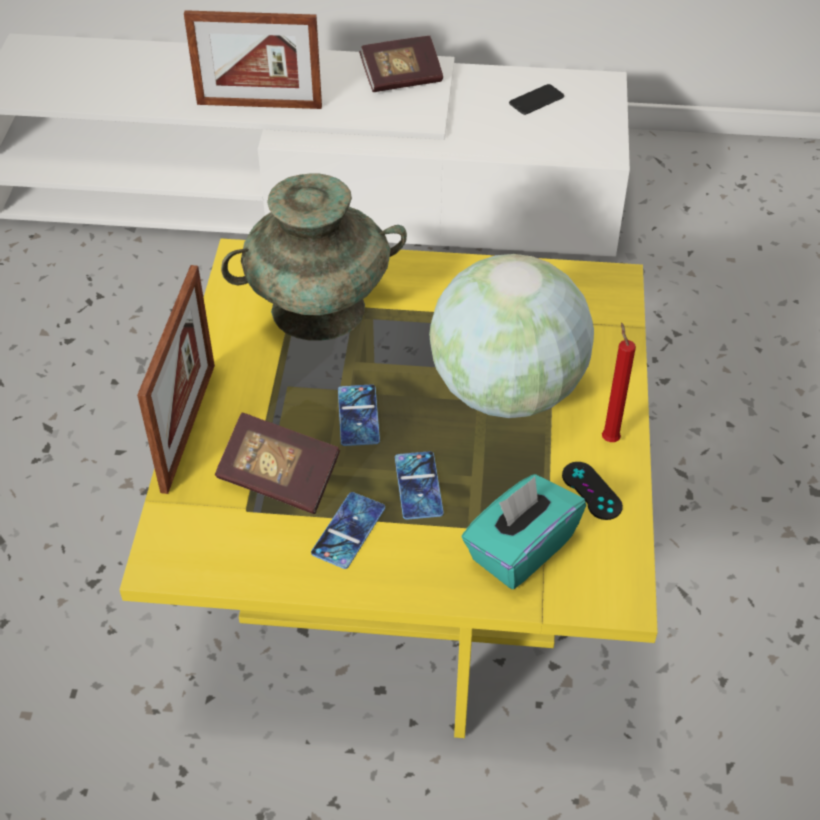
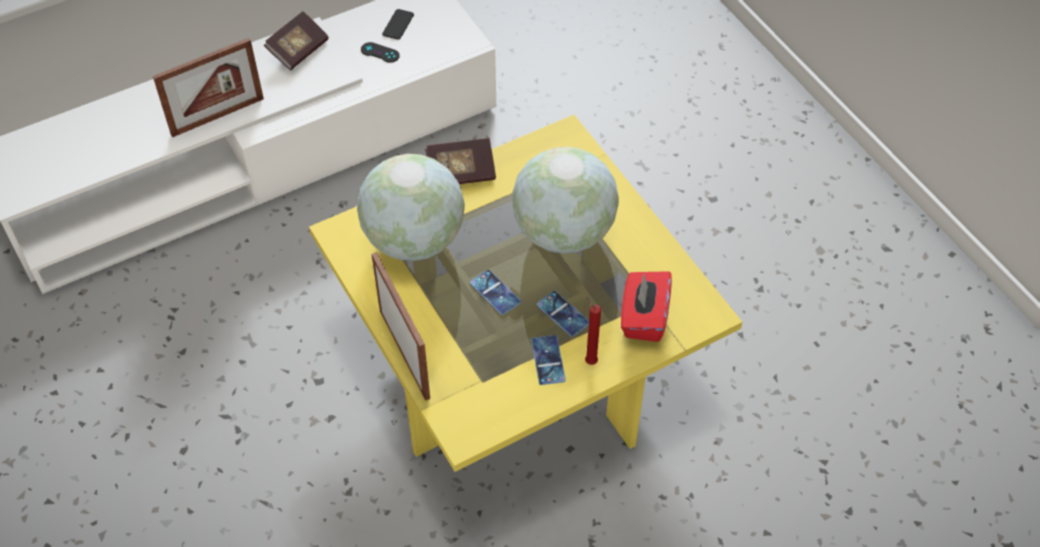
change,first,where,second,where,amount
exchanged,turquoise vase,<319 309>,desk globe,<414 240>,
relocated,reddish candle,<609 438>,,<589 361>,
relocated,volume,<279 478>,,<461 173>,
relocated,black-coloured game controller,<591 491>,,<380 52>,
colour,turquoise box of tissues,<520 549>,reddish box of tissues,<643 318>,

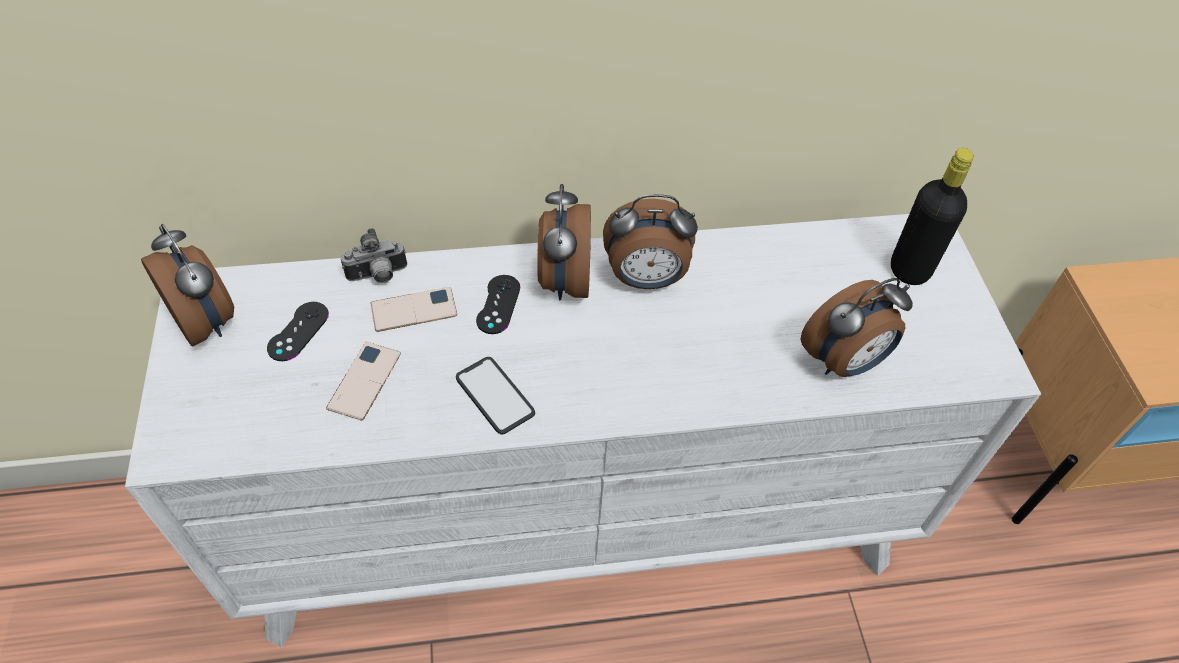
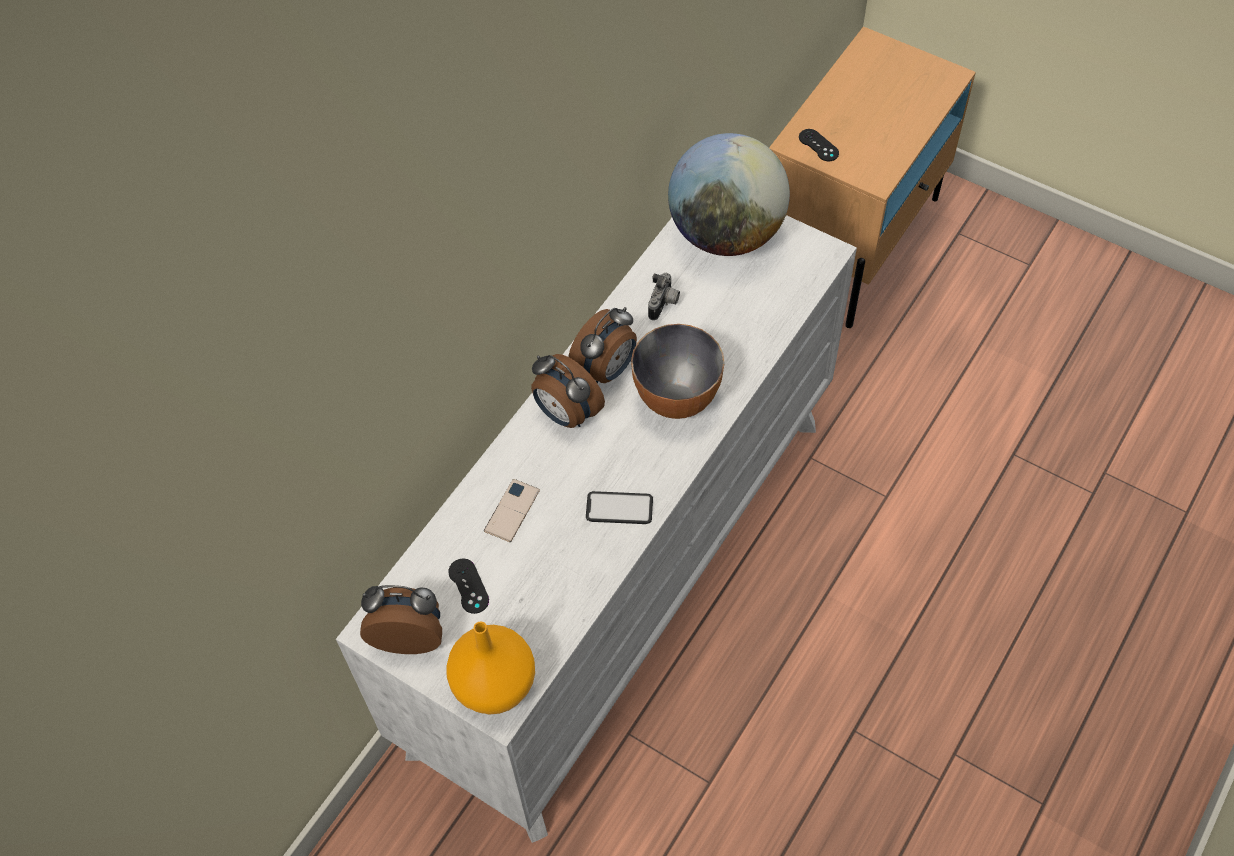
change,first,where,second,where,amount
exchanged,black-coloured beverage bottle,<910 269>,desk globe,<726 233>,
relocated,still camera,<378 276>,,<664 304>,
relocated,black-coloured game controller,<498 304>,,<818 145>,
missing,bedside clock,<844 362>,,,
missing,handset,<364 381>,,,
appeared,,,bowl,<676 398>,
appeared,,,orangey vase,<494 687>,

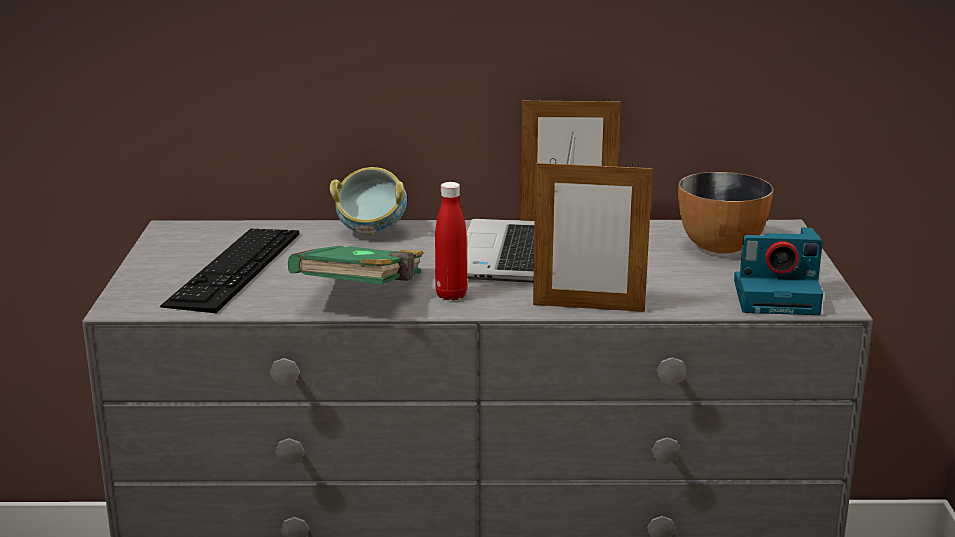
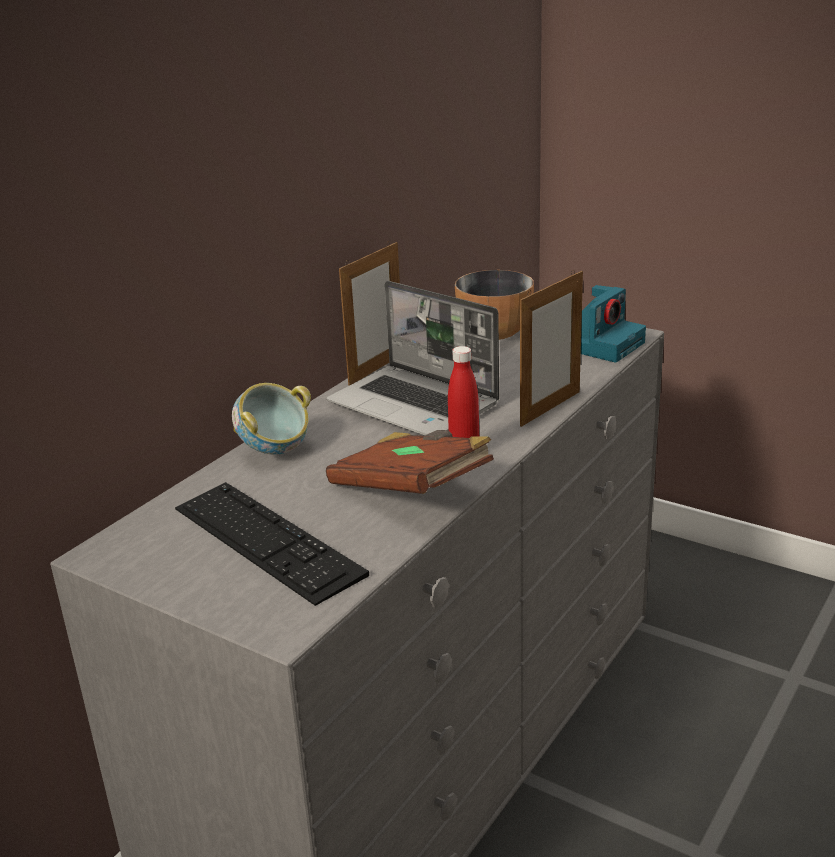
change,first,where,second,where,amount
colour,green-coloured volume,<363 293>,brown volume,<411 489>,

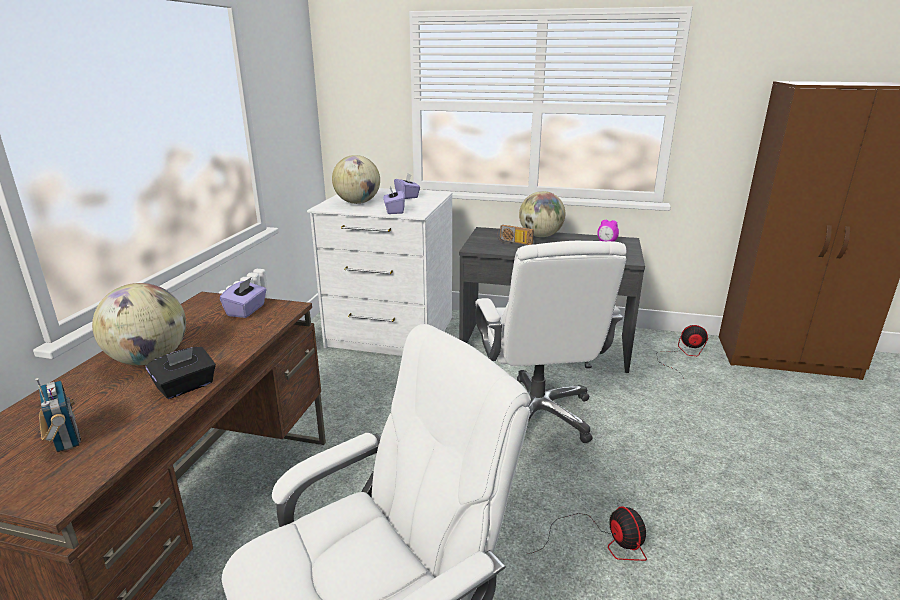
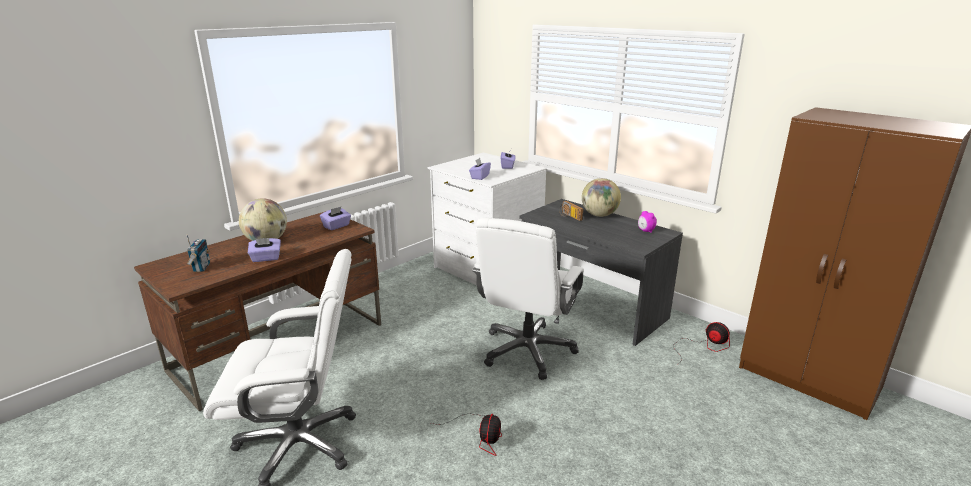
change,first,where,second,where,amount
missing,desk globe,<358 203>,,,
colour,black-coloured box of tissues,<186 387>,purple-coloured box of tissues,<266 258>,

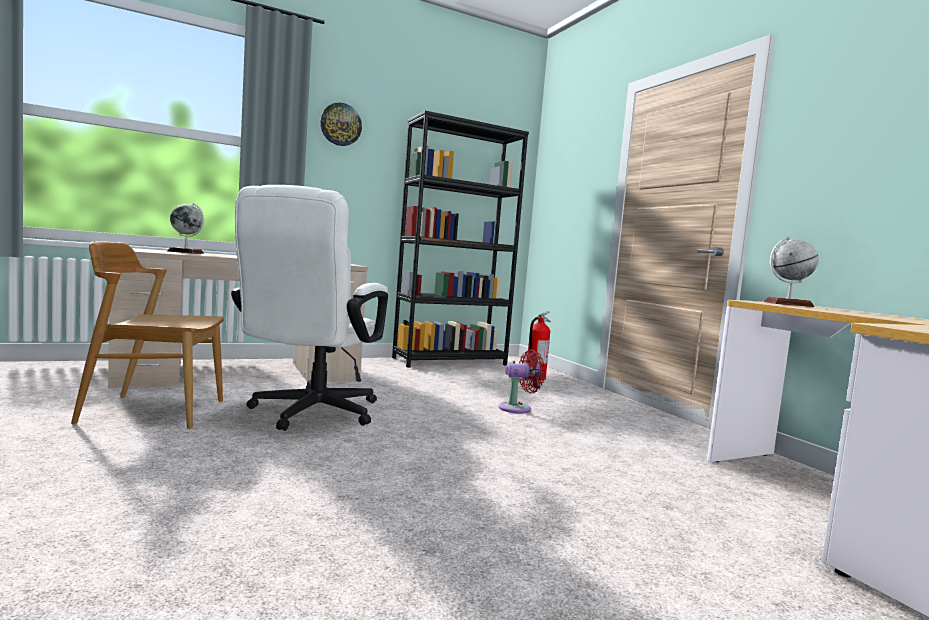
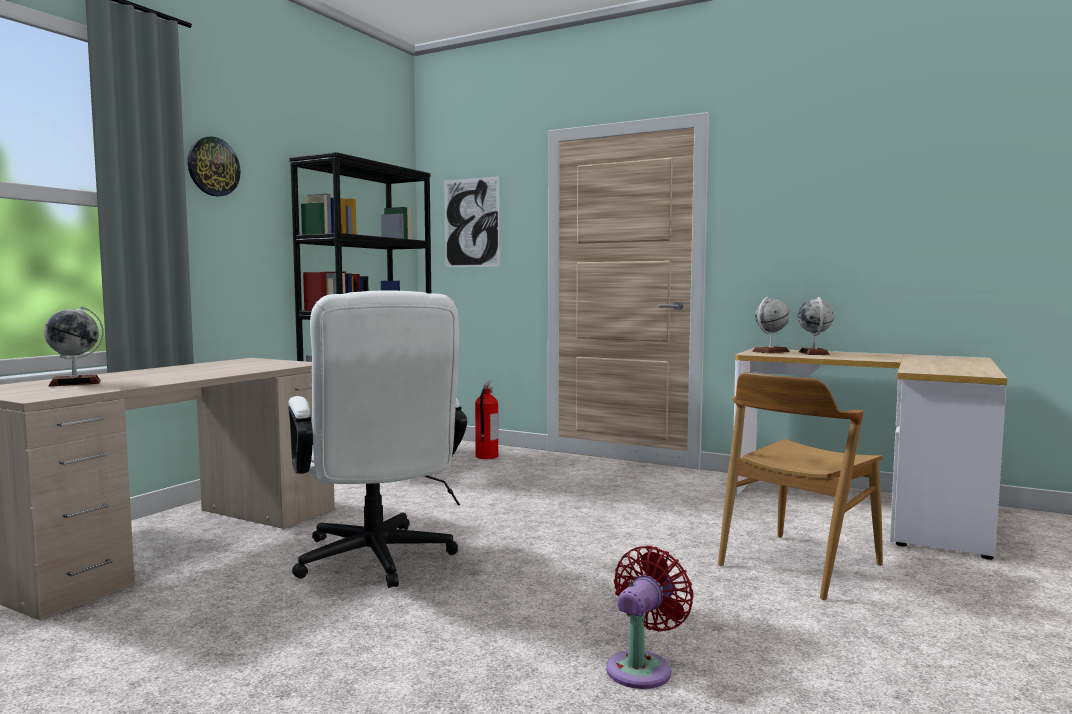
change,first,where,second,where,amount
relocated,brown chair,<153 411>,,<798 565>,
relocated,reddish electric fan,<518 408>,,<642 667>,
appeared,,,wall picture,<471 223>,
appeared,,,desk globe,<814 353>,

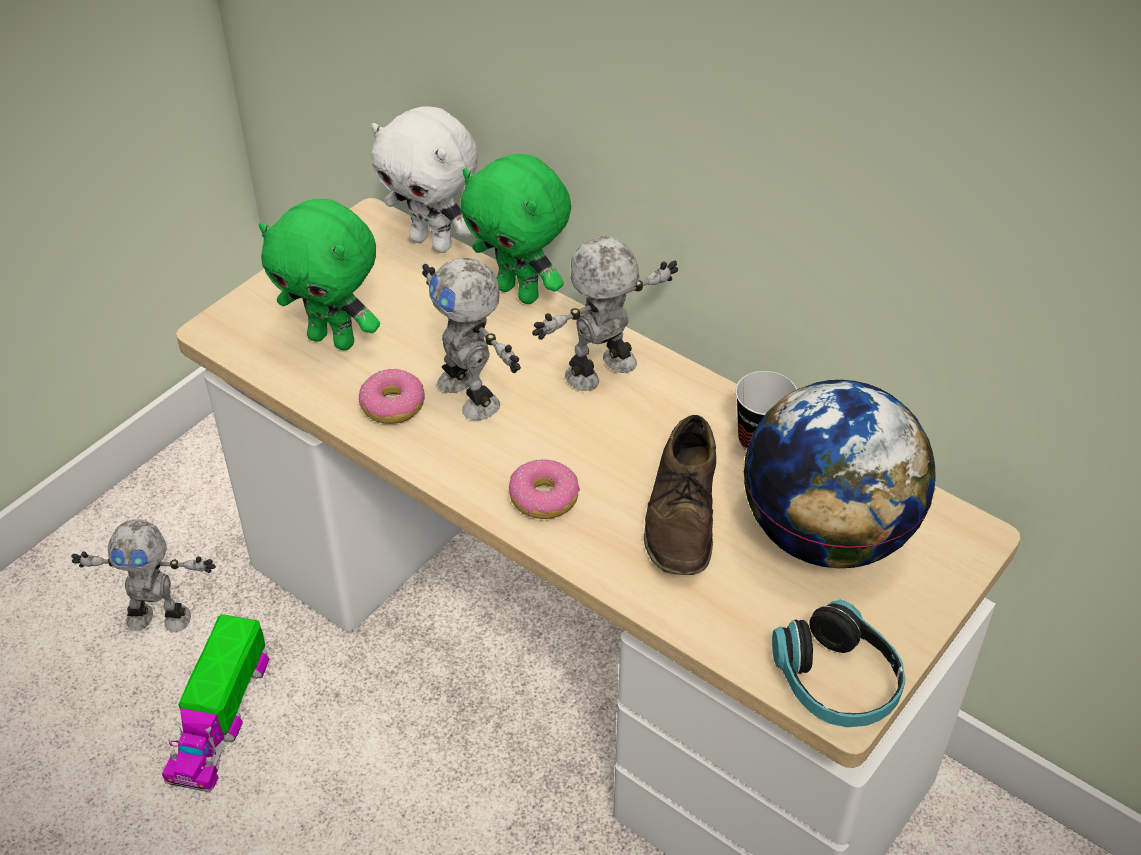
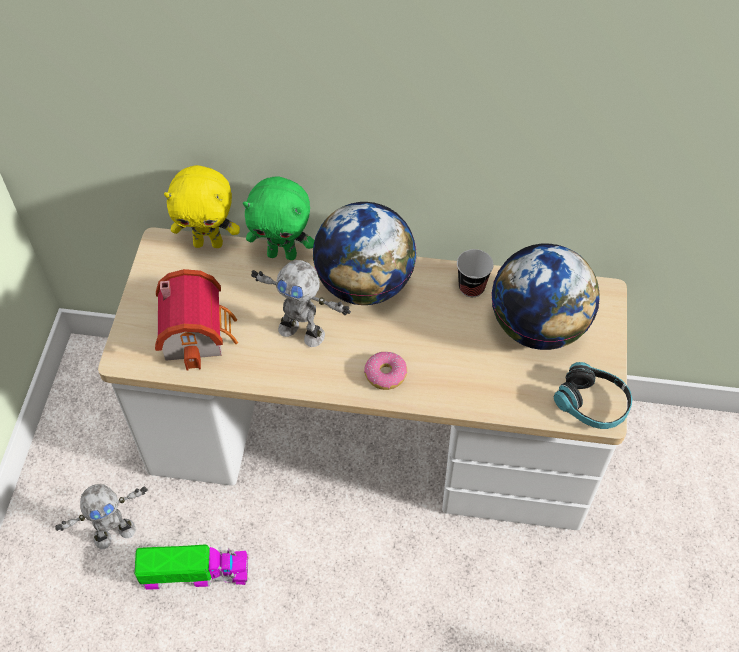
change,first,where,second,where,amount
colour,white cuddly toy,<433 242>,yellowish cuddly toy,<209 243>,
exchanged,green-coloured cuddly toy,<333 339>,miniature house,<198 332>,
exchanged,toy robot,<603 373>,desk globe,<364 284>,
missing,doughnut,<393 405>,,,
missing,brown item of footwear,<683 513>,,,
spun,model truck,<220 718>,,<195 572>,75 degrees counterclockwise

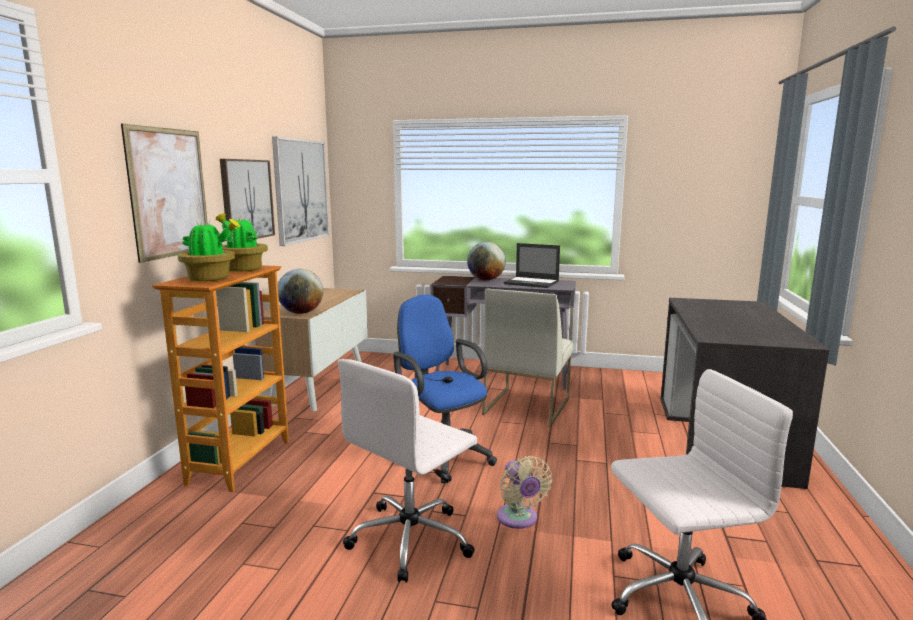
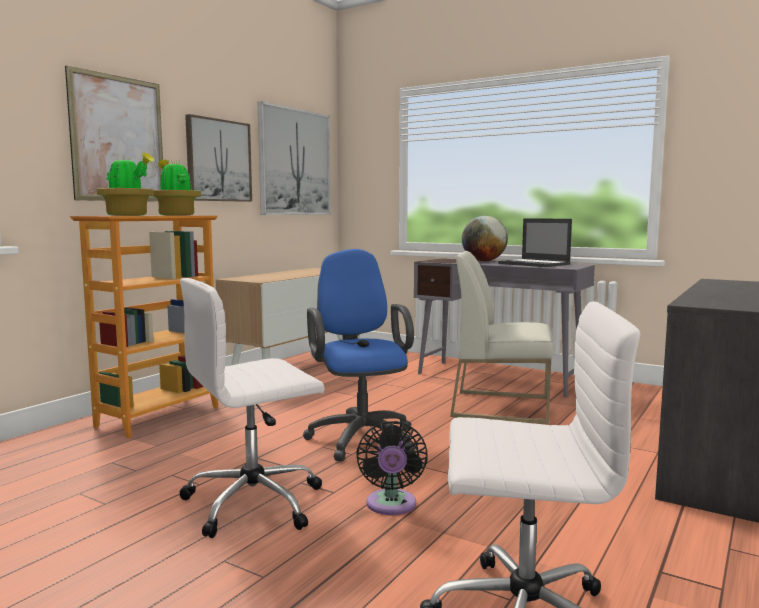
change,first,where,second,where,amount
missing,desk globe,<301 313>,,,
spun,white chair,<526 406>,,<501 407>,60 degrees clockwise
colour,beige electric fan,<519 519>,black-coloured electric fan,<391 506>,

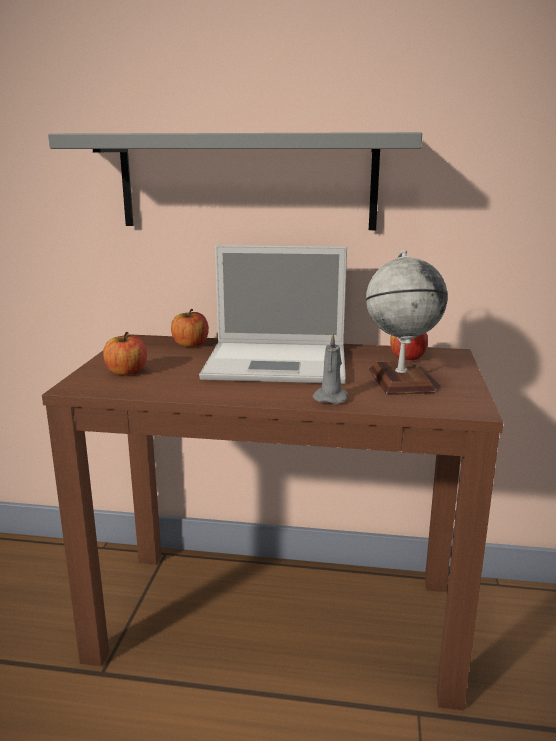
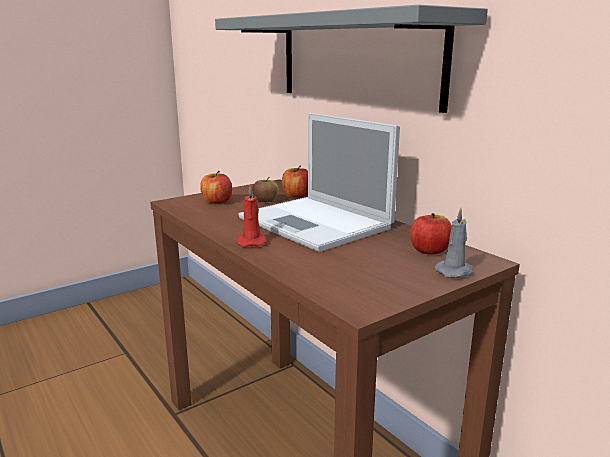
change,first,where,second,where,amount
missing,desk globe,<400 380>,,,
relocated,gray candle,<331 397>,,<455 272>,
appeared,,,apple,<265 201>,
appeared,,,reddish candle,<251 242>,

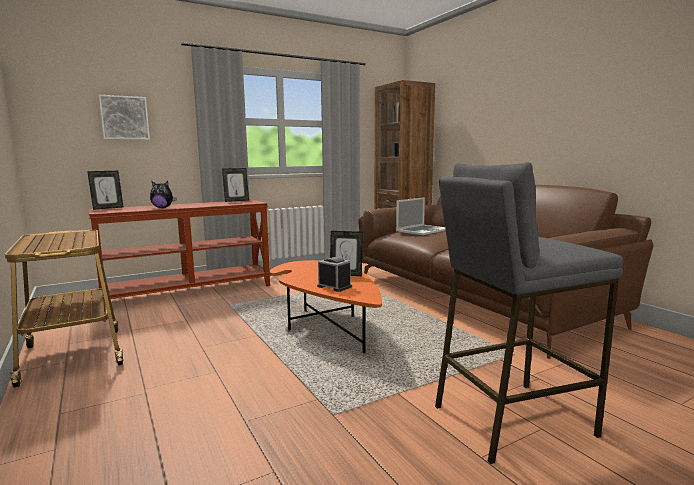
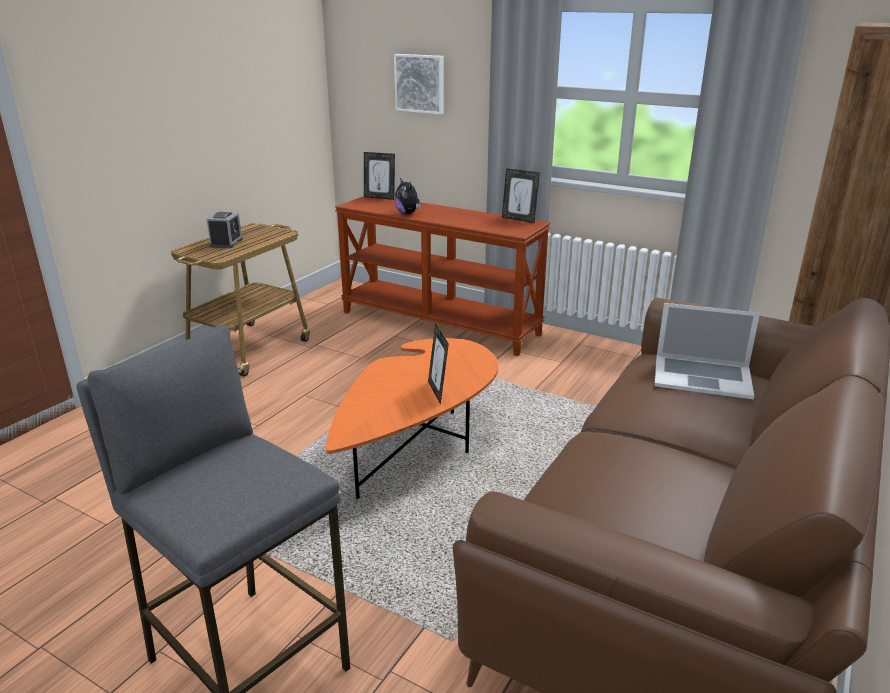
change,first,where,second,where,amount
relocated,bedside clock,<334 286>,,<226 243>,

